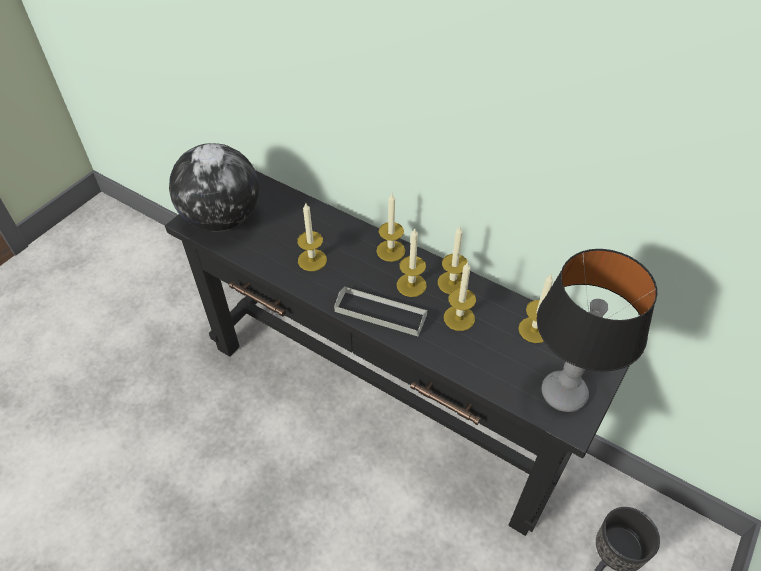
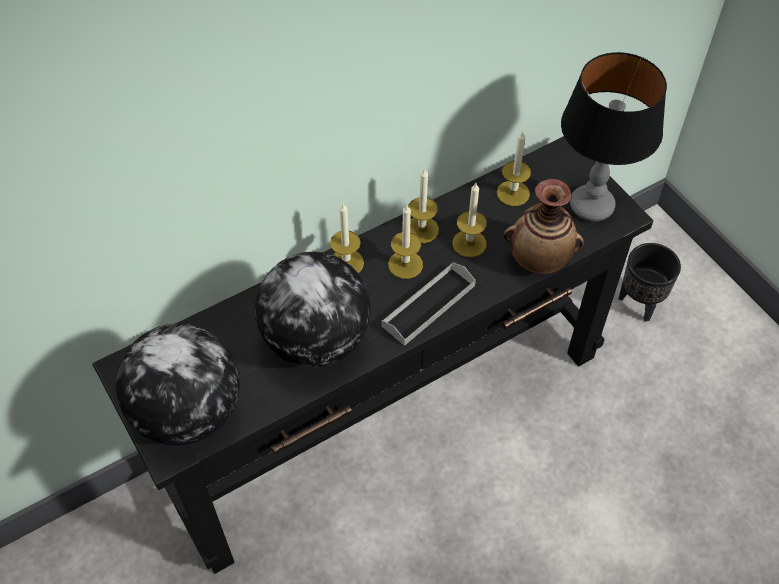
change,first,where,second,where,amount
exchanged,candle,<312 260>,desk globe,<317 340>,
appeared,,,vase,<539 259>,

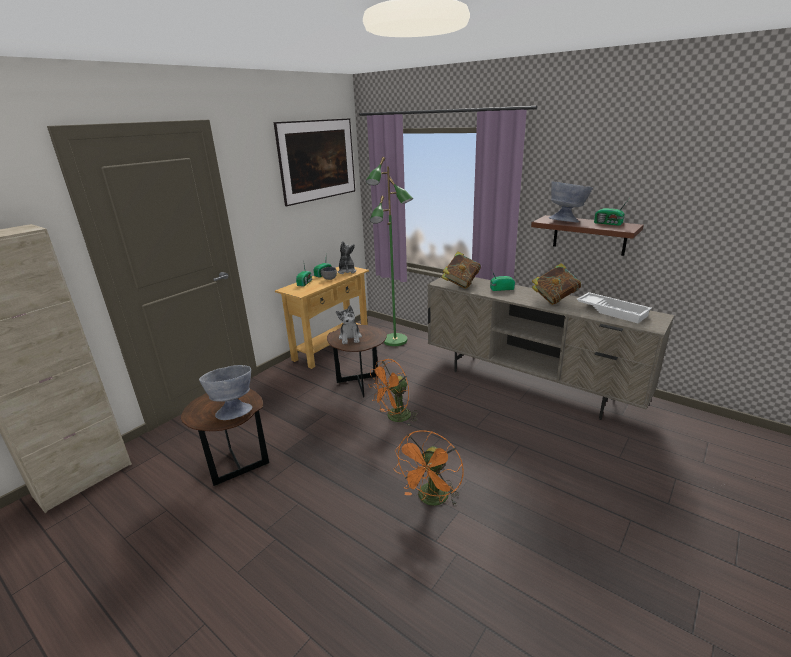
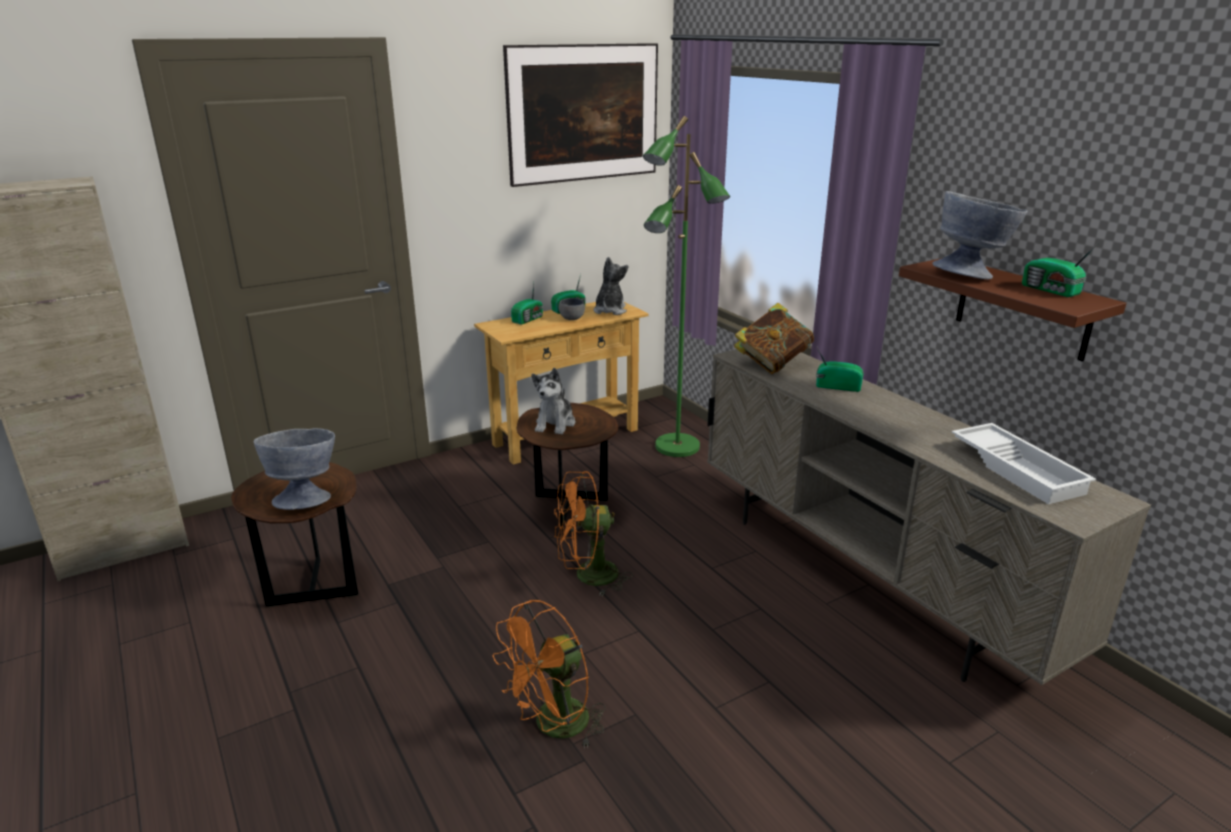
change,first,where,second,where,amount
missing,volume,<554 299>,,,

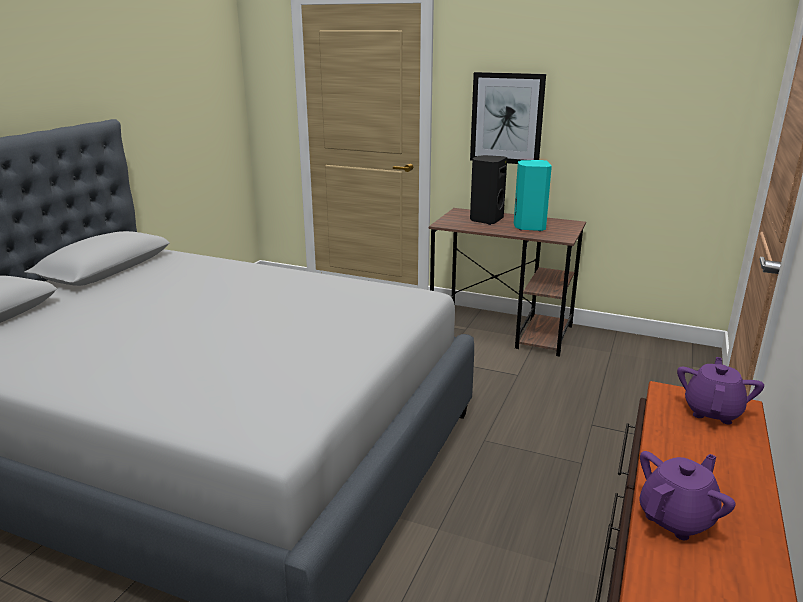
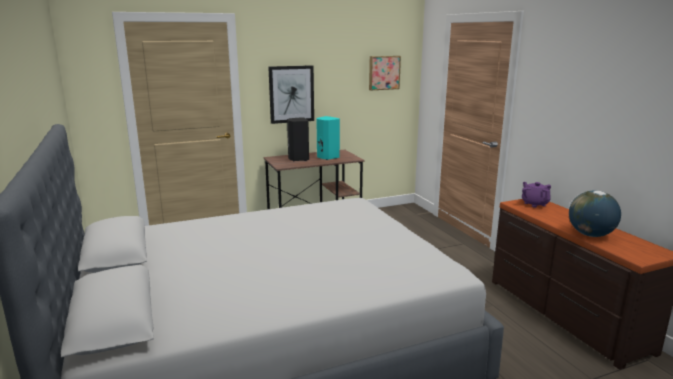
change,first,where,second,where,amount
exchanged,purple-coloured teapot,<677 518>,desk globe,<591 235>,
appeared,,,wall picture,<383 72>,

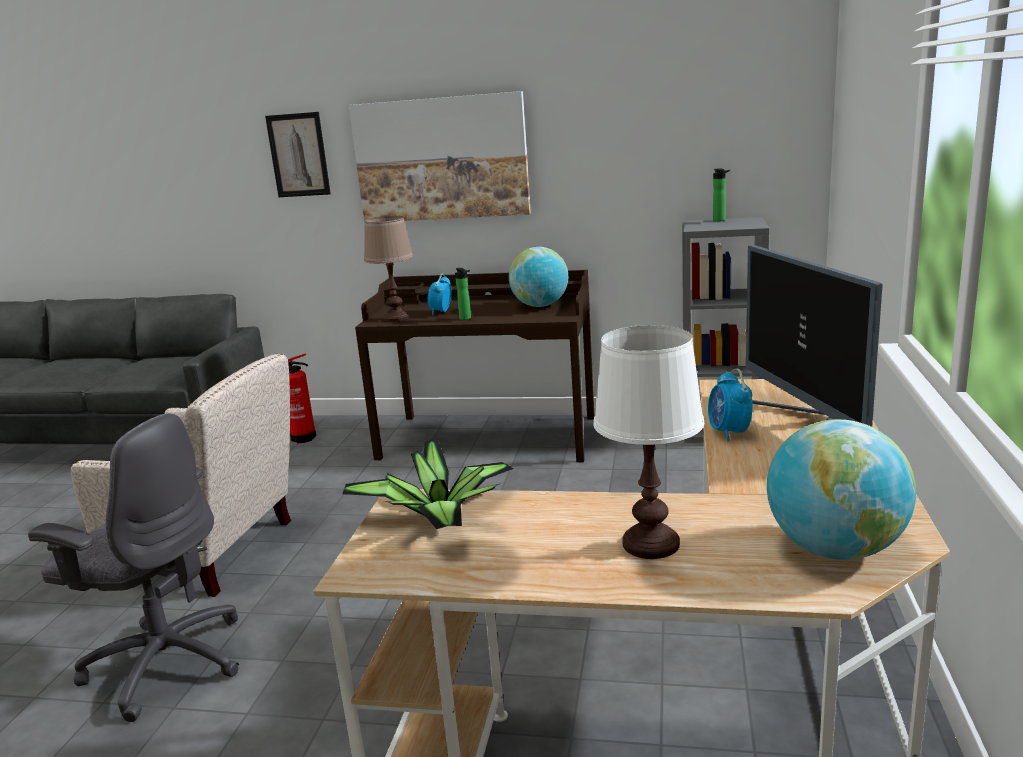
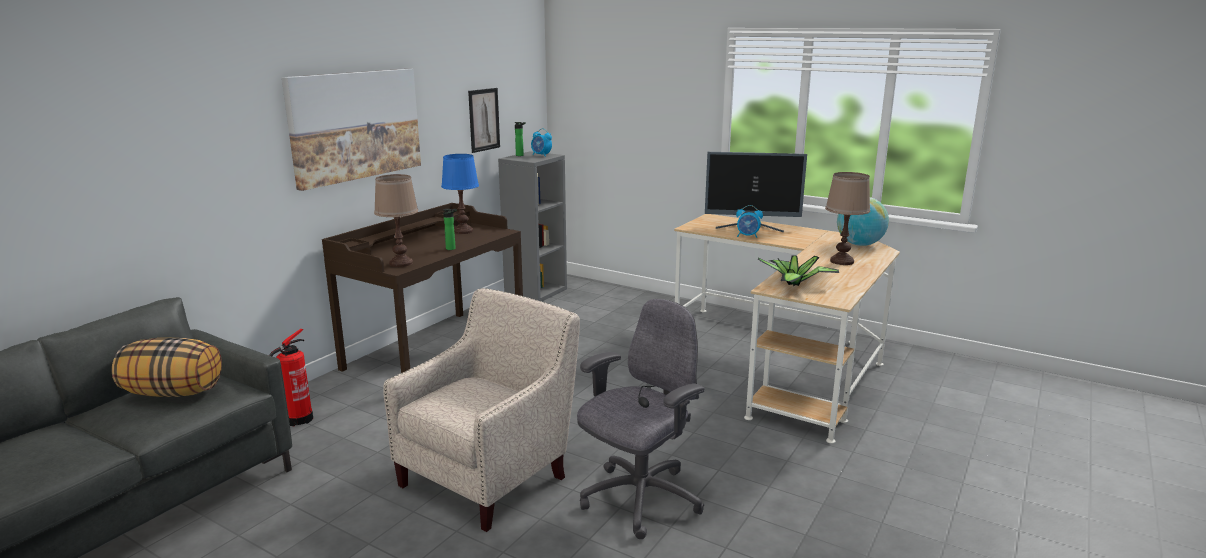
change,first,where,second,where,amount
relocated,wall picture,<298 155>,,<484 119>,
exchanged,desk globe,<540 306>,bluish tabletop lamp,<463 231>,
relocated,bedside clock,<441 312>,,<541 155>,
colour,white tabletop lamp,<651 544>,brown tabletop lamp,<841 261>,
appeared,,,throw pillow,<174 392>,

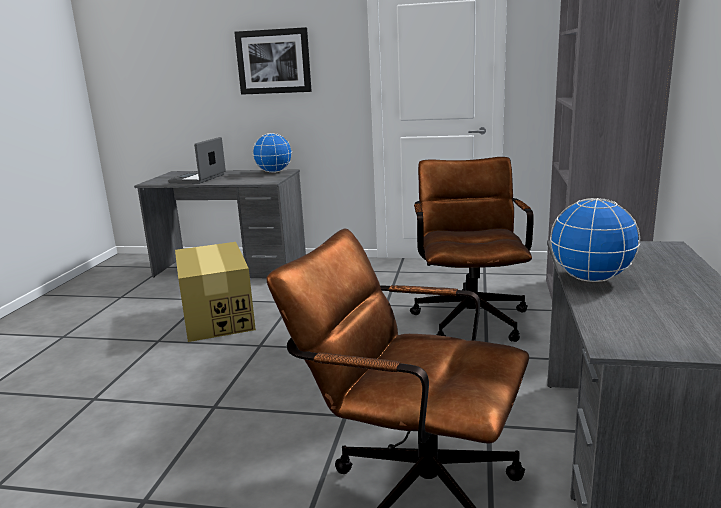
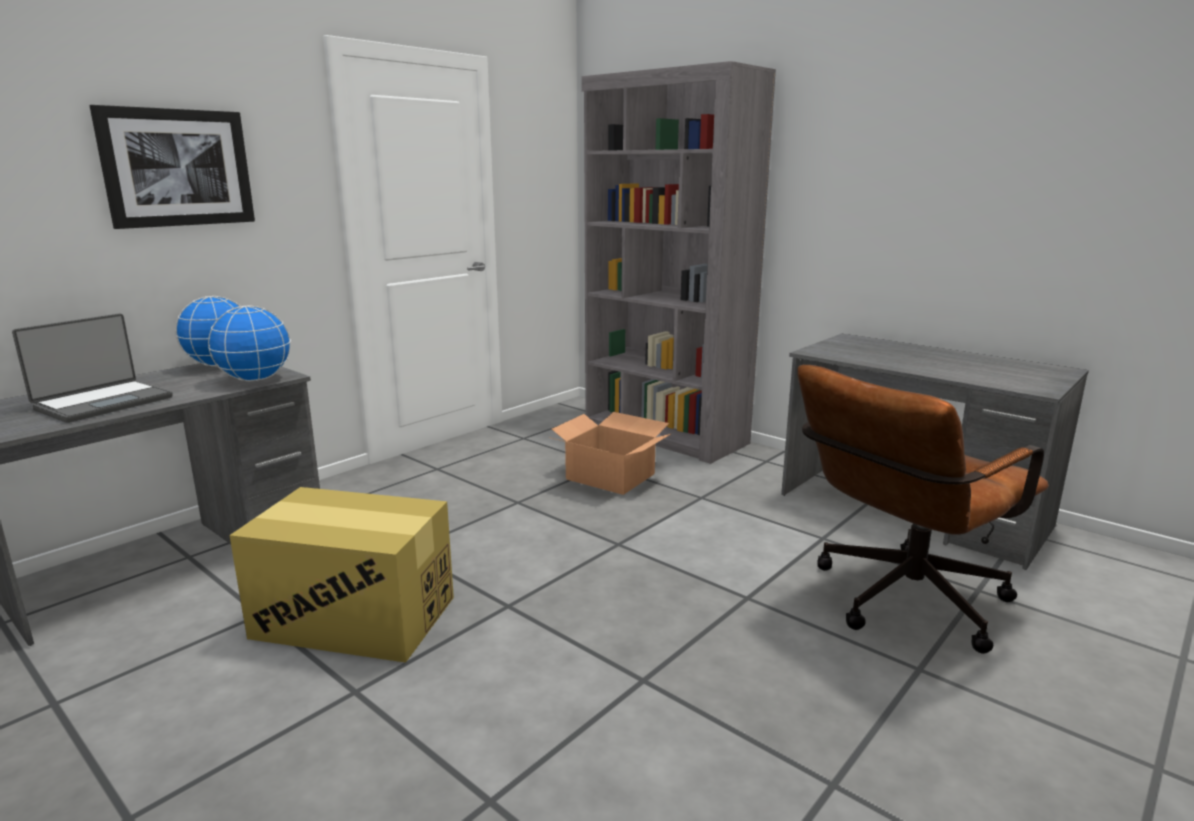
change,first,where,second,where,amount
spun,notebook computer,<199 178>,,<103 403>,105 degrees counterclockwise
exchanged,brown computer chair,<470 316>,cardboard box,<610 476>,
relocated,desk globe,<591 279>,,<256 380>,

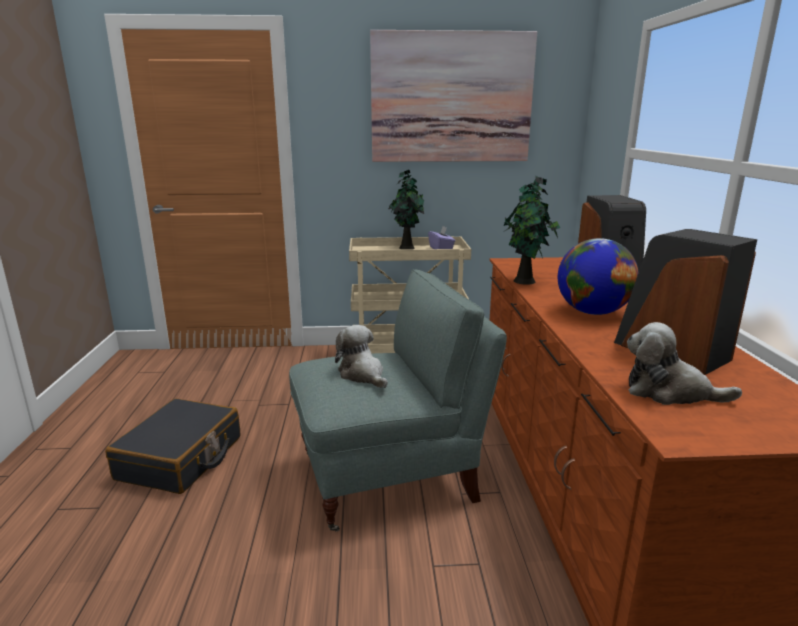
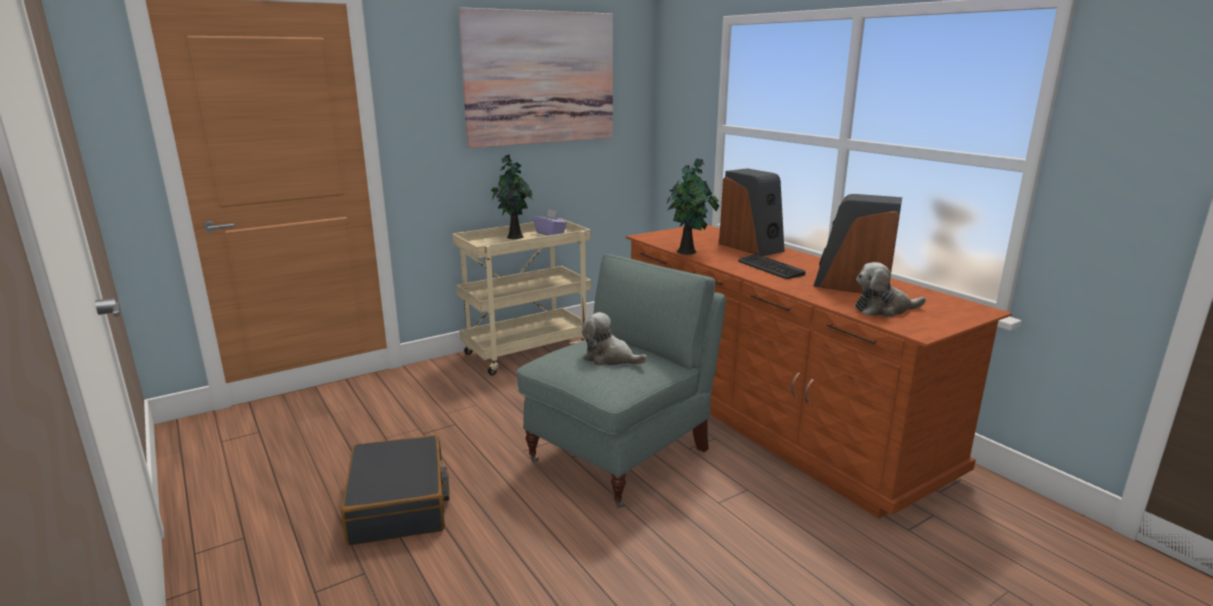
change,first,where,second,where,amount
exchanged,desk globe,<592 312>,keyboard,<770 267>,

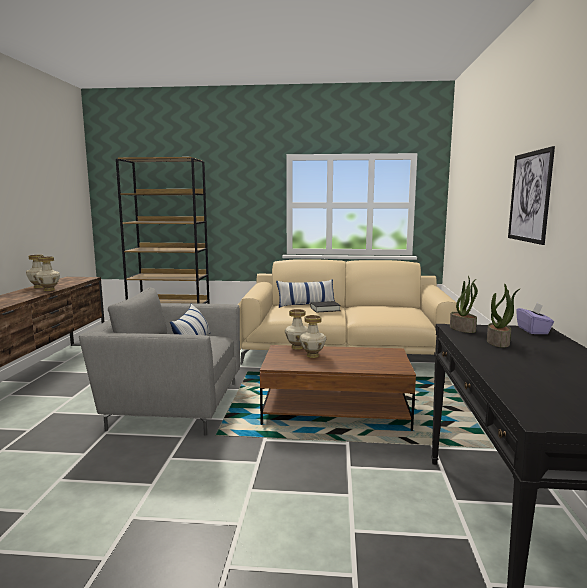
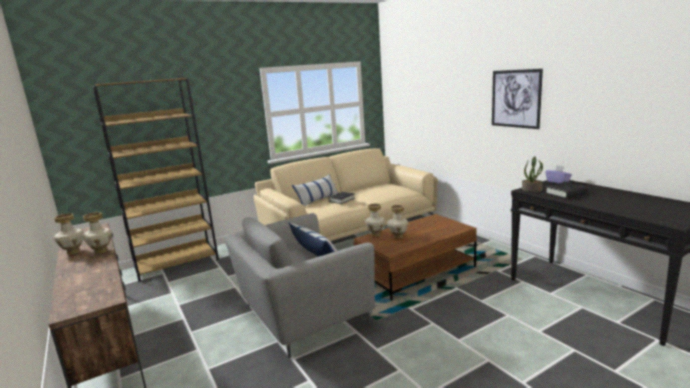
change,first,where,second,where,amount
exchanged,plant in a pot,<498 342>,black-coloured volume,<566 193>,

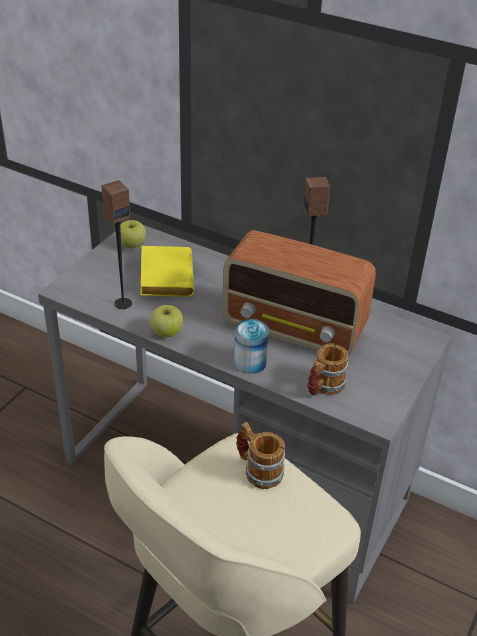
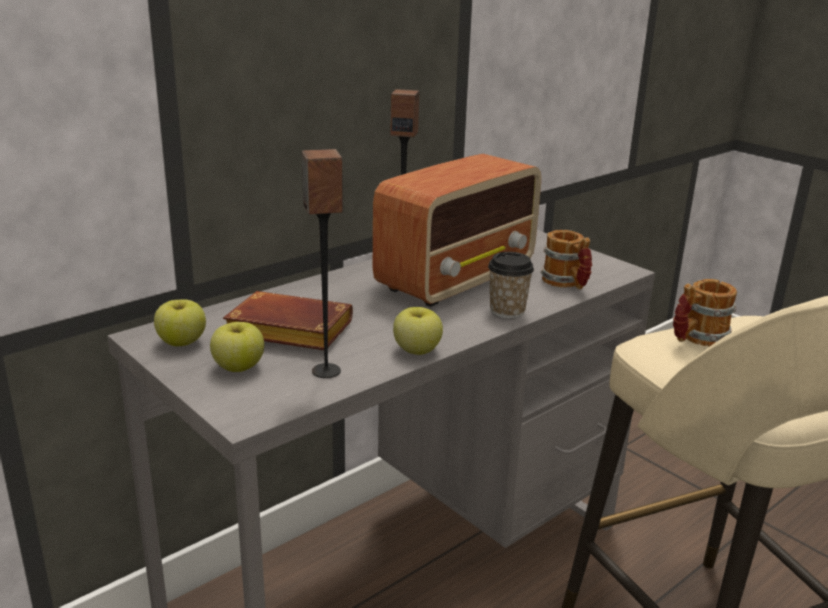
change,first,where,second,where,amount
colour,yellowish volume,<164 276>,brown volume,<285 332>,
exchanged,metal can,<250 362>,cup,<507 311>,
appeared,,,apple,<238 367>,

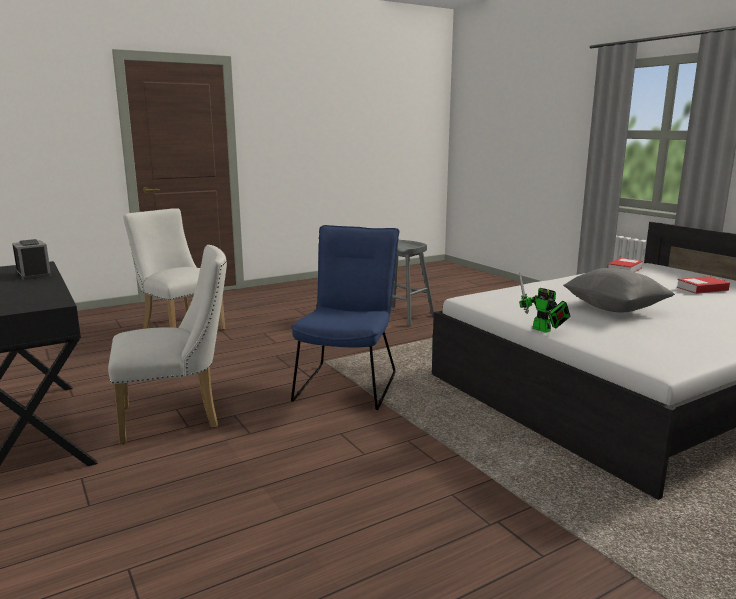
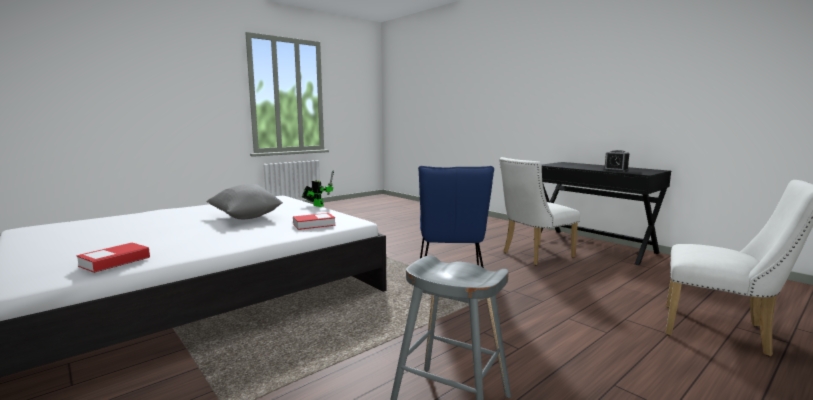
change,first,where,second,where,amount
relocated,volume,<702 289>,,<314 224>,

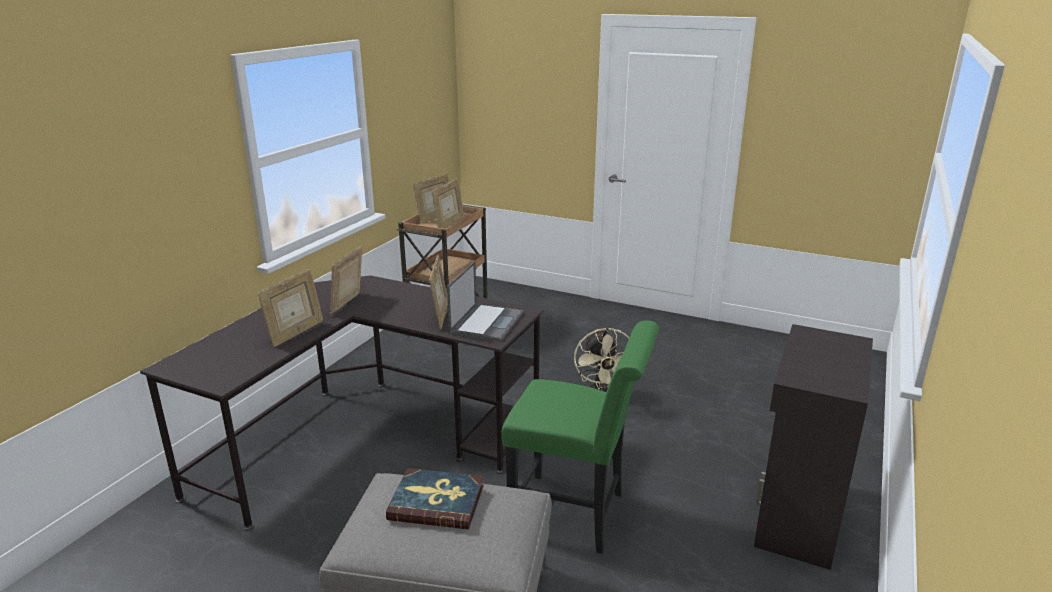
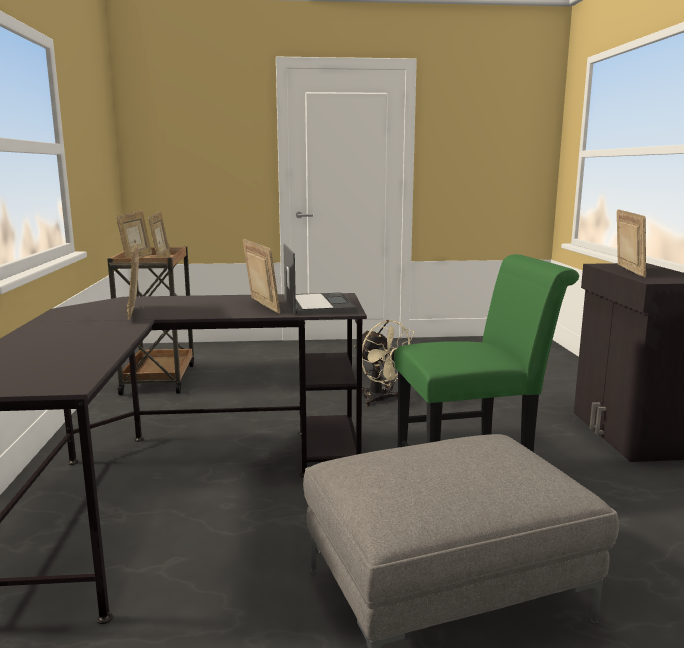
change,first,where,second,where,amount
relocated,photo frame,<296 333>,,<627 272>,
missing,volume,<437 502>,,,

